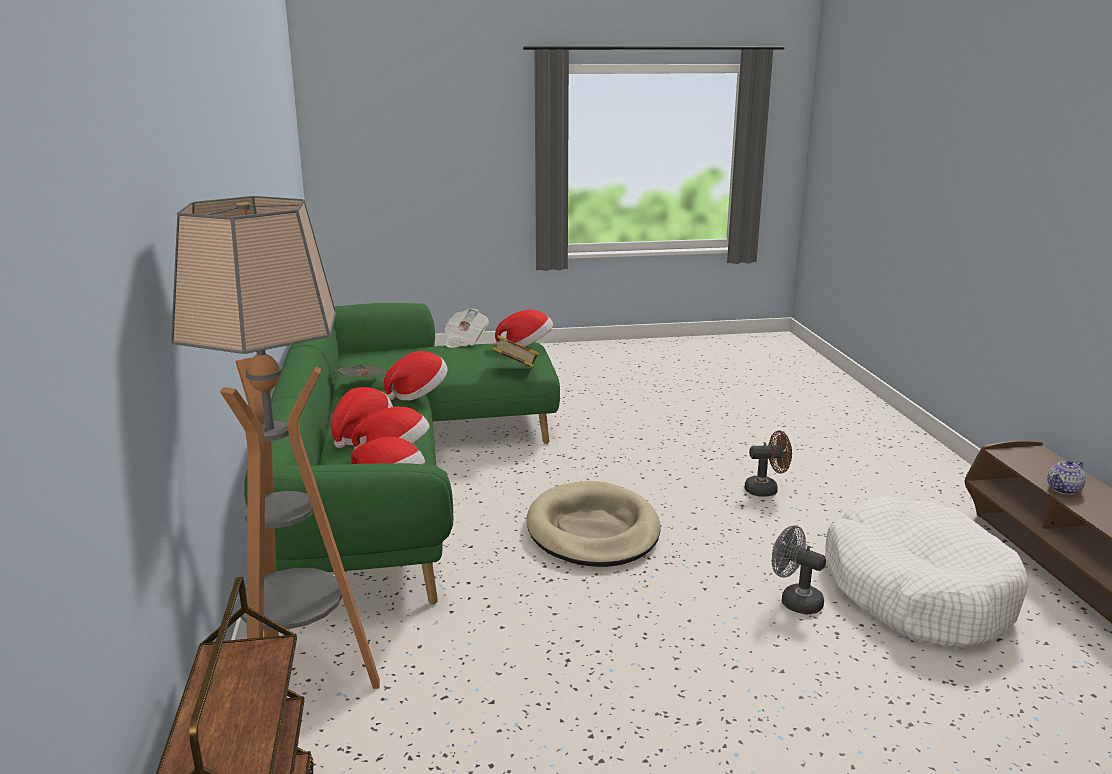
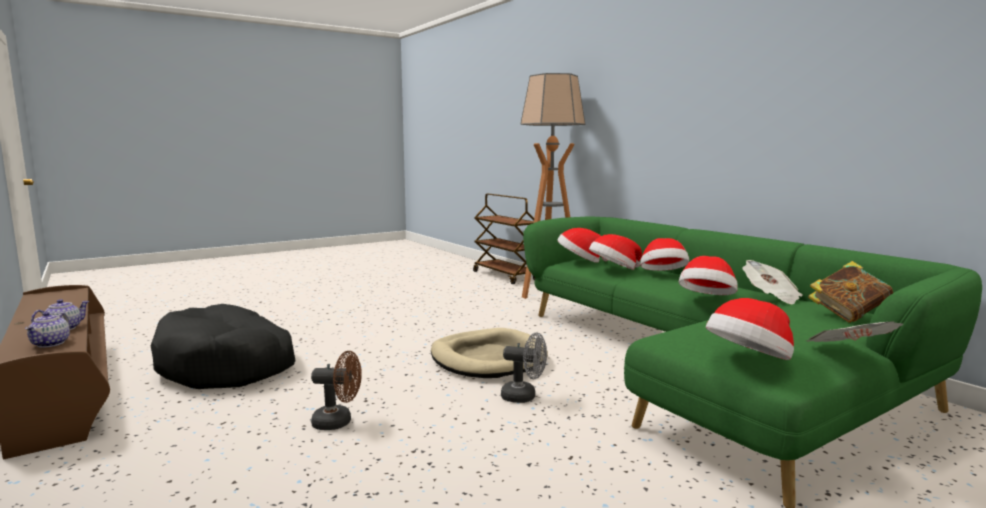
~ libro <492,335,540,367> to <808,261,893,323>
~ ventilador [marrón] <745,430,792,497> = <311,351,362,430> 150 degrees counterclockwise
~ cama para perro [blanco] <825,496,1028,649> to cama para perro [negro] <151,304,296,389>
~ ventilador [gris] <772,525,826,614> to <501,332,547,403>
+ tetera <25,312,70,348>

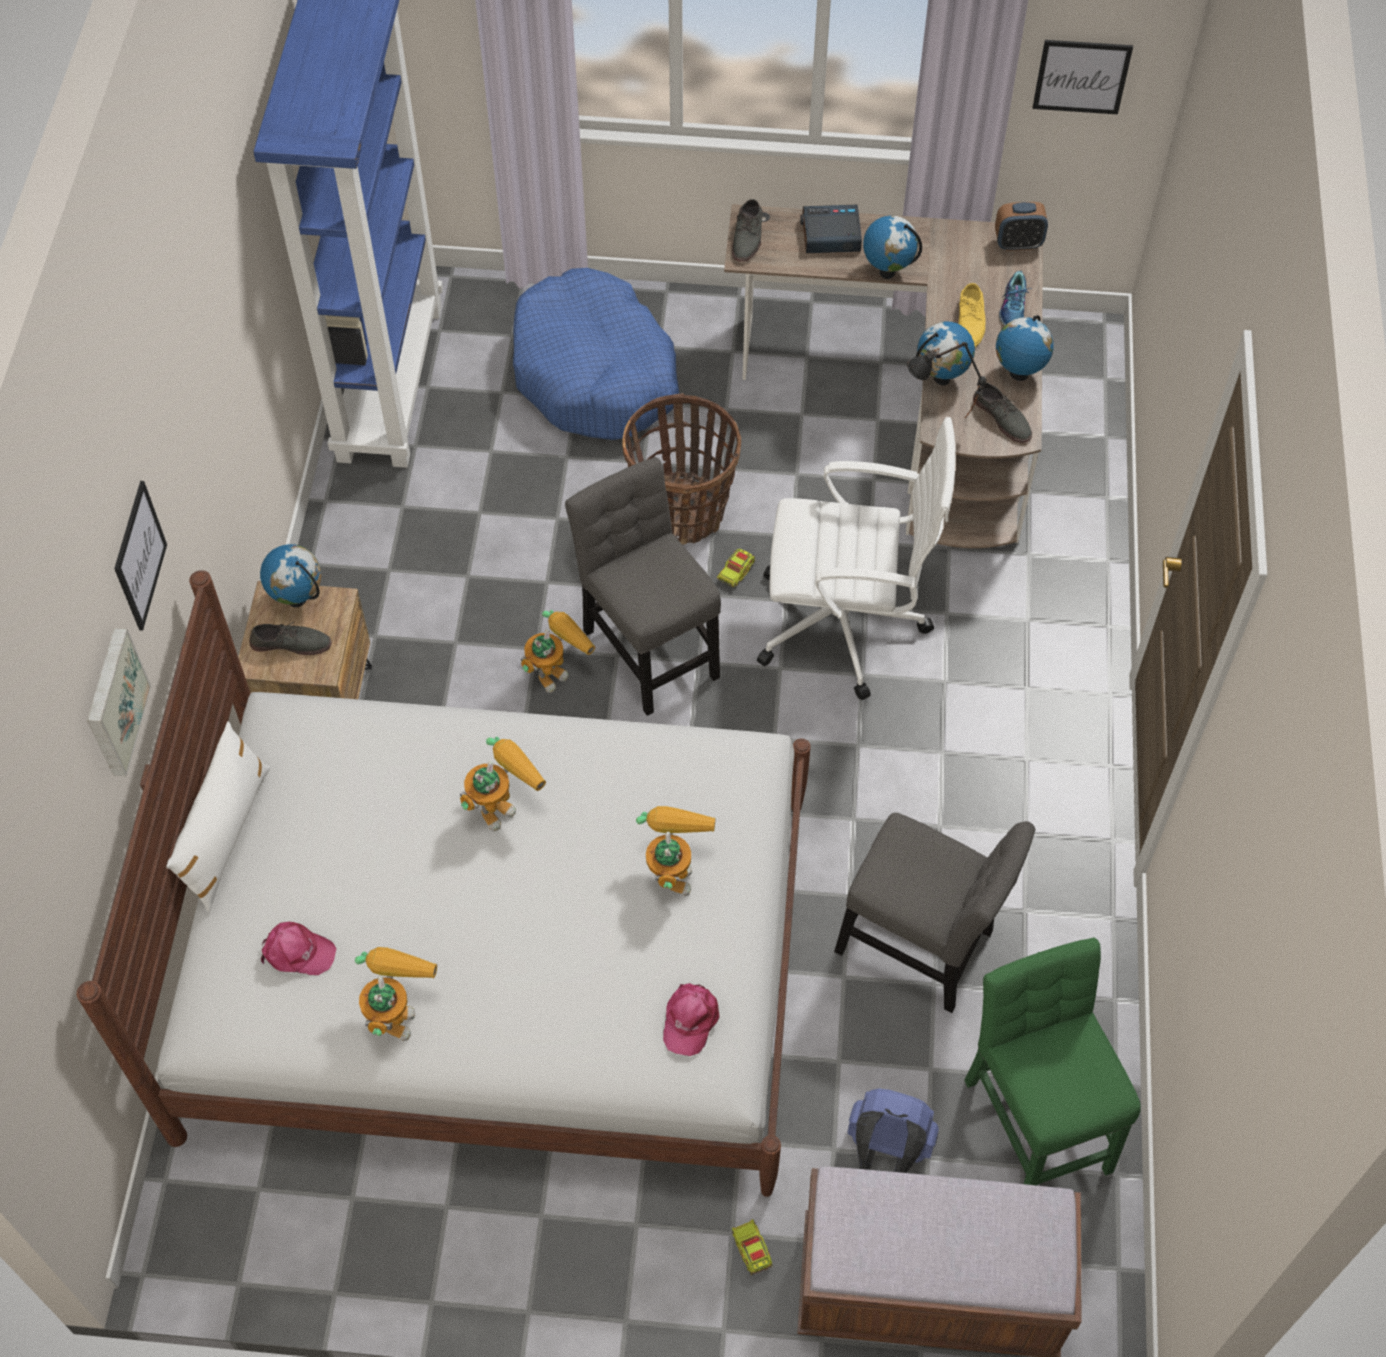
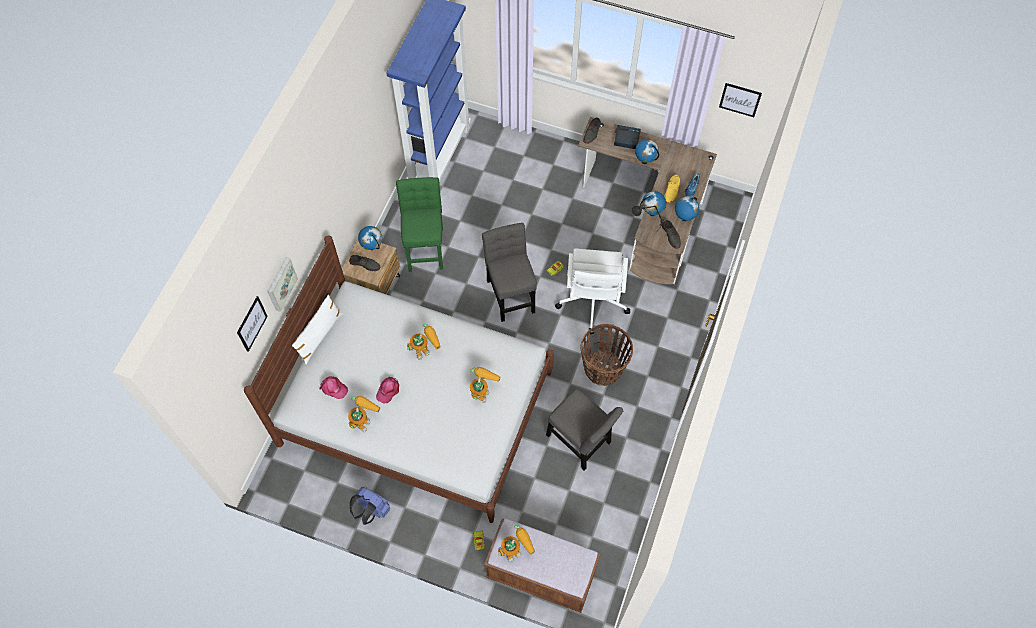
- despertador <995,202,1048,251>
- cama para perro [azul] <513,268,680,440>
~ cesta <622,393,741,545> to <580,324,633,386>
~ silla de oficina [blanco] <757,417,956,700> = <555,249,630,334> 75 degrees clockwise
~ cuadro <114,481,167,631> to <237,296,268,352>
~ robot de juguete <521,610,595,693> to <498,525,535,562>
~ silla [verde] <964,938,1141,1186> to <396,177,443,272>
~ gorra [rosa] <663,983,719,1056> to <376,377,399,403>
~ mochila [azul] <847,1088,939,1173> to <350,486,391,525>

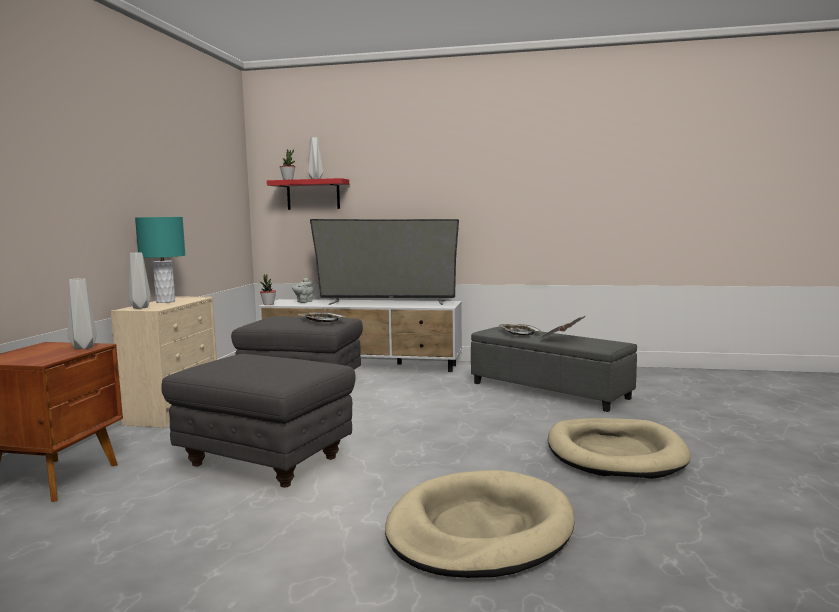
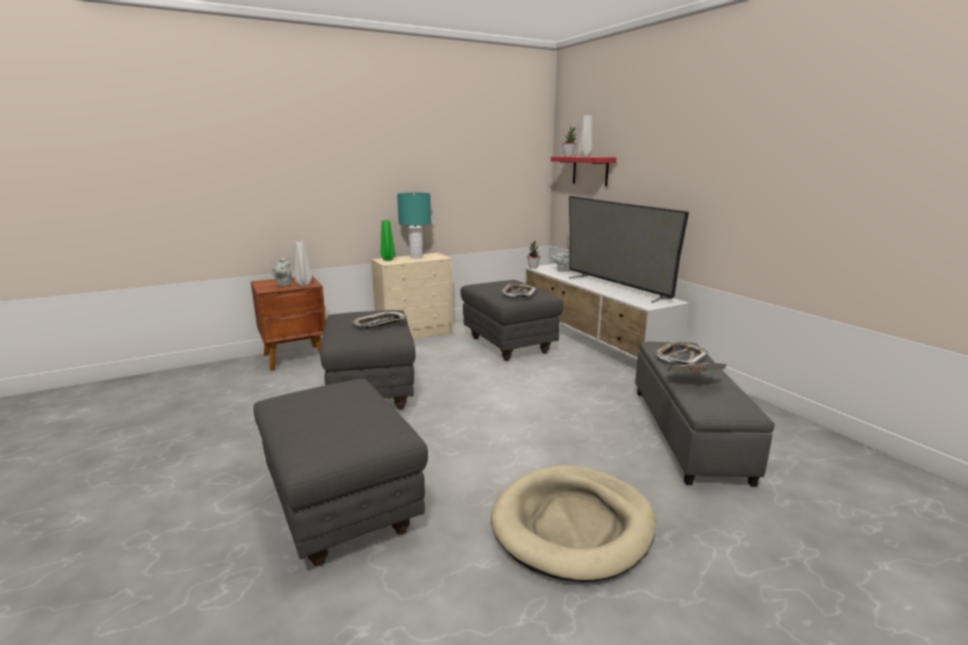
~ florero [gris] <129,252,151,309> to florero [verde] <381,220,395,261>
~ cama para perro [beis] <385,470,575,578> to puf [gris] <253,378,428,566>
+ tetera [gris] <272,257,292,286>
+ bandeja <351,311,407,328>

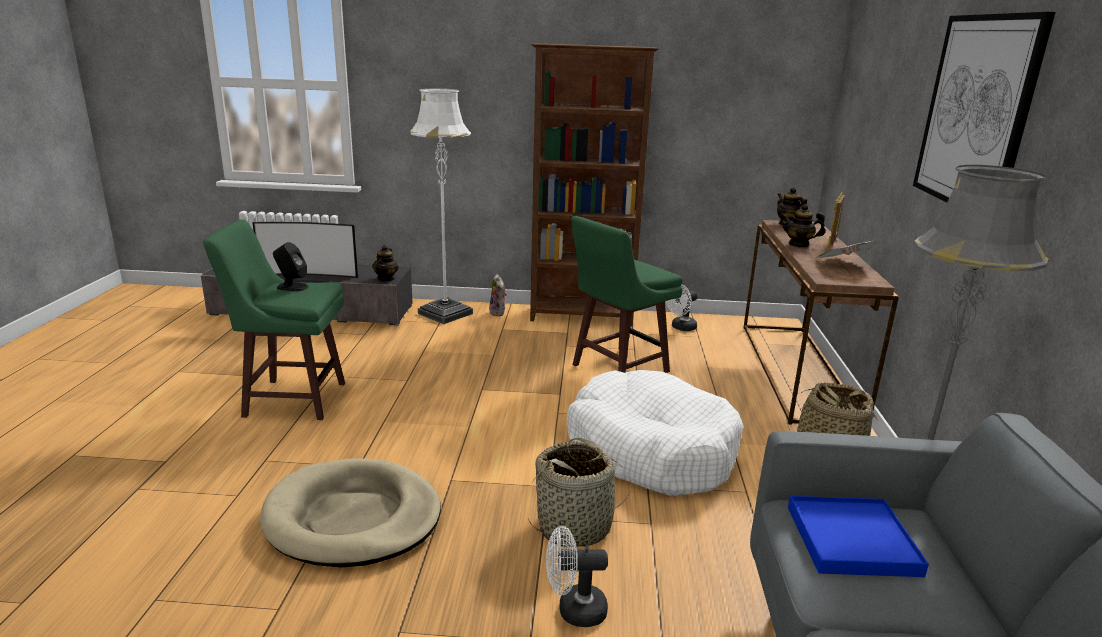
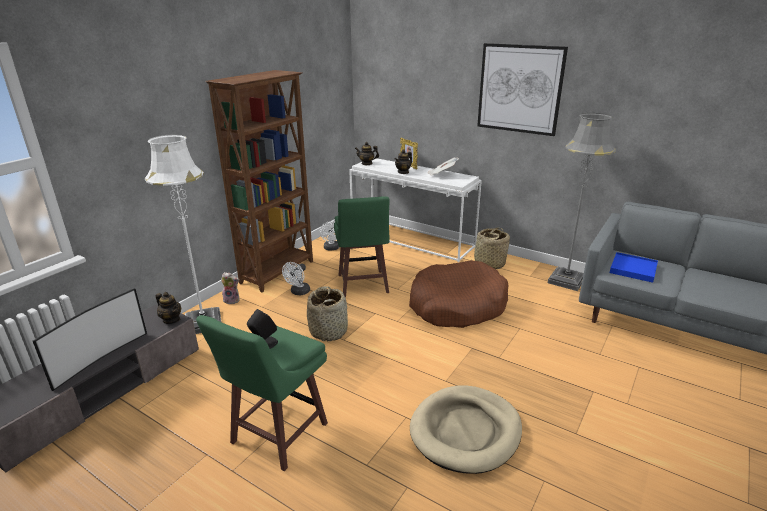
~ mesa consola [marrón] <743,220,899,425> to mesa consola [blanco] <349,158,482,262>
~ cama para perro [blanco] <567,370,743,496> to cama para perro [marrón] <409,261,509,328>
~ cesta <528,437,631,548> to <307,286,348,341>
~ ventilador [blanco] <546,526,608,627> to <282,262,310,295>

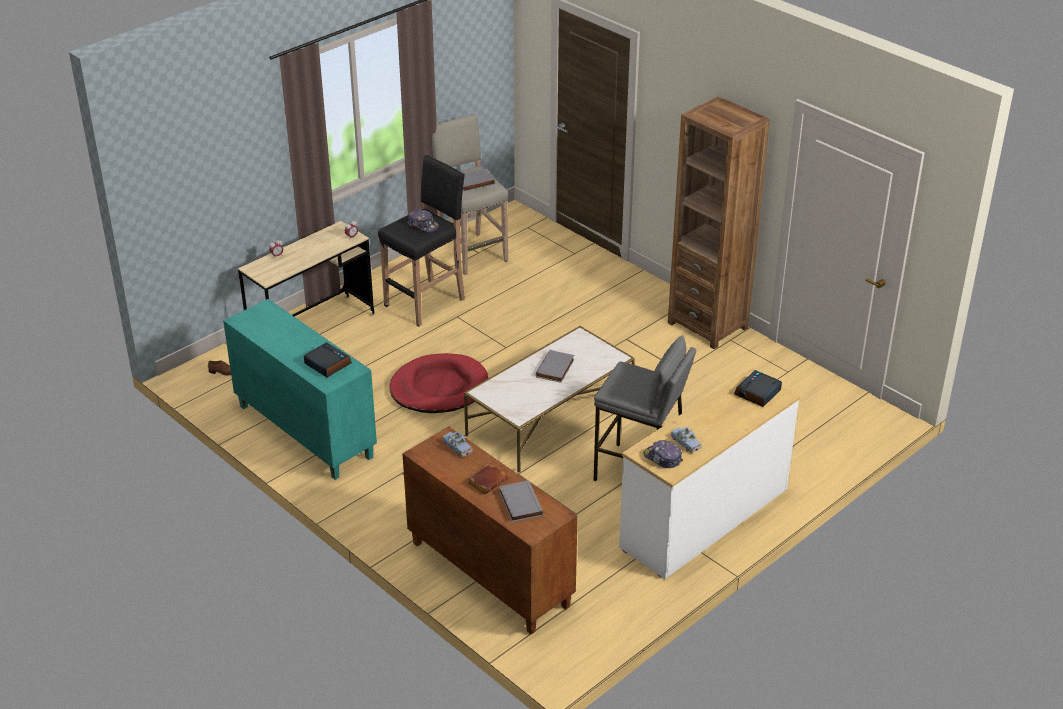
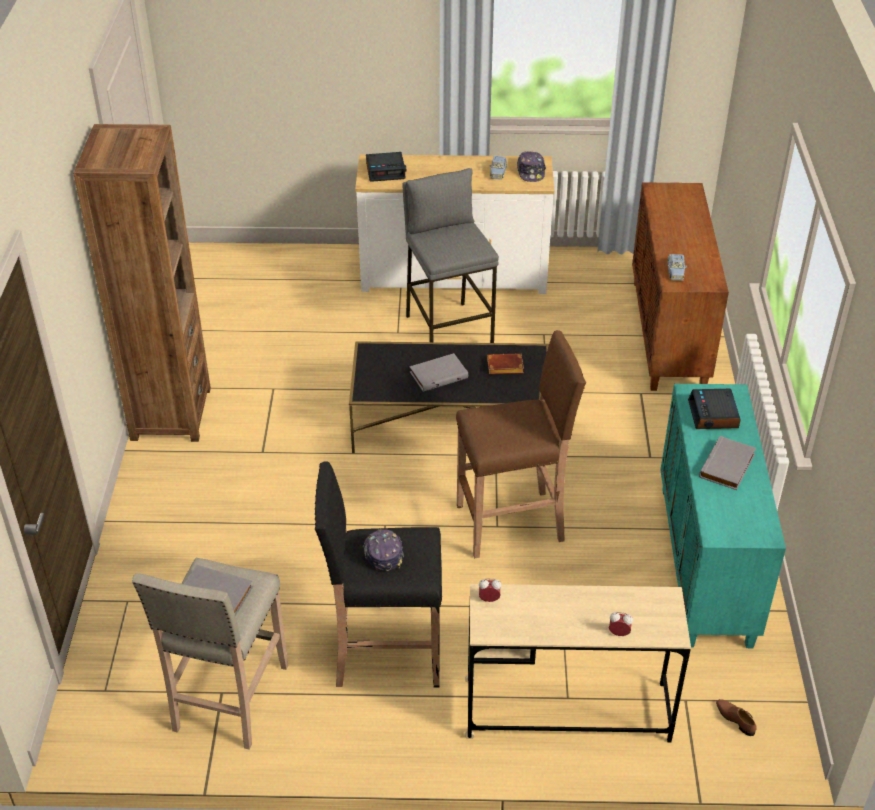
~ mesa de centro [blanco] <464,326,635,472> to mesa de centro [negro] <349,341,549,453>
~ cama para perro [rojo] <389,353,488,413> to taburete [marrón] <456,330,586,559>
~ libro [marrón] <468,463,508,494> to <487,353,524,374>
~ libro [gris] <499,480,543,522> to <699,436,756,490>

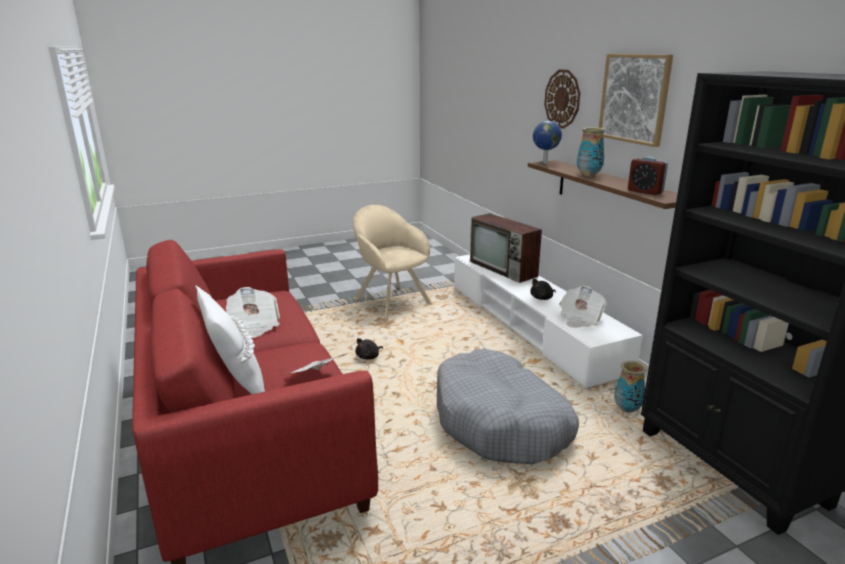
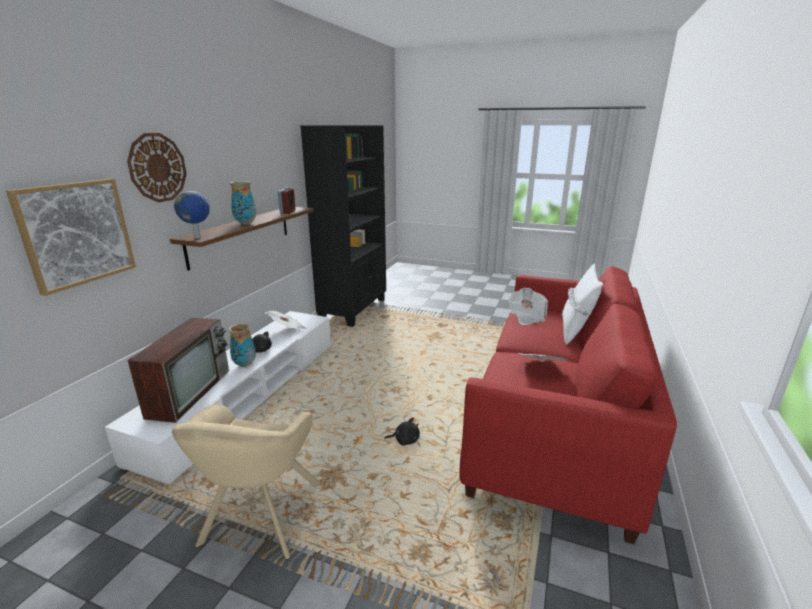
~ cuadro <599,54,673,147> to <6,179,136,296>
- cama para perro [gris] <437,349,579,464>
~ florero <614,360,647,413> to <228,323,256,367>

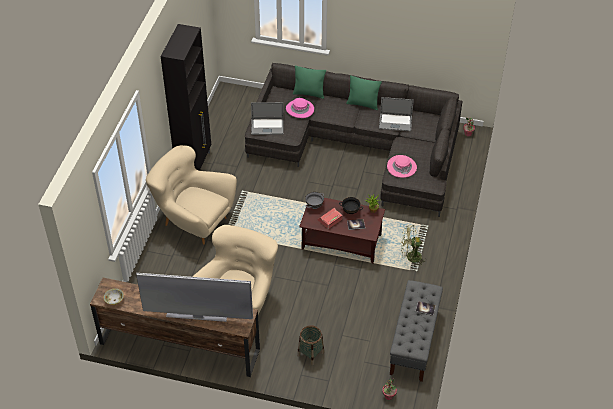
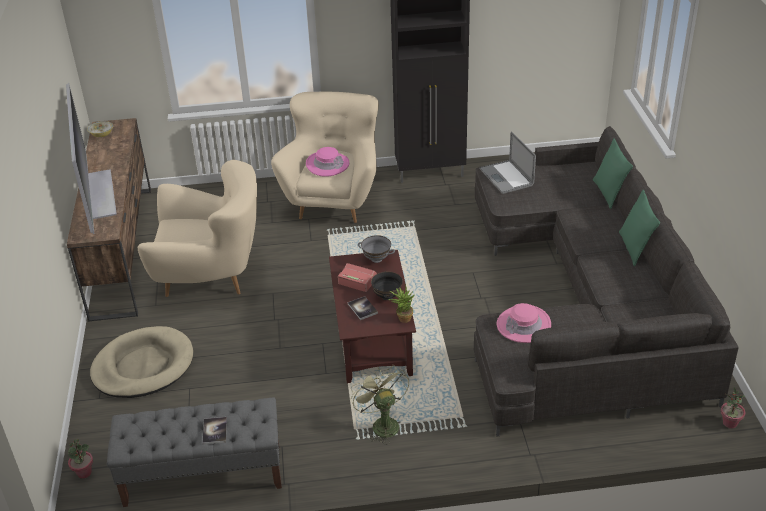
- portátil <379,97,414,131>
~ sombrero [rosa] <286,98,314,118> to <306,147,349,177>
~ cesta <297,325,324,366> to cama para perro [beis] <90,326,193,398>

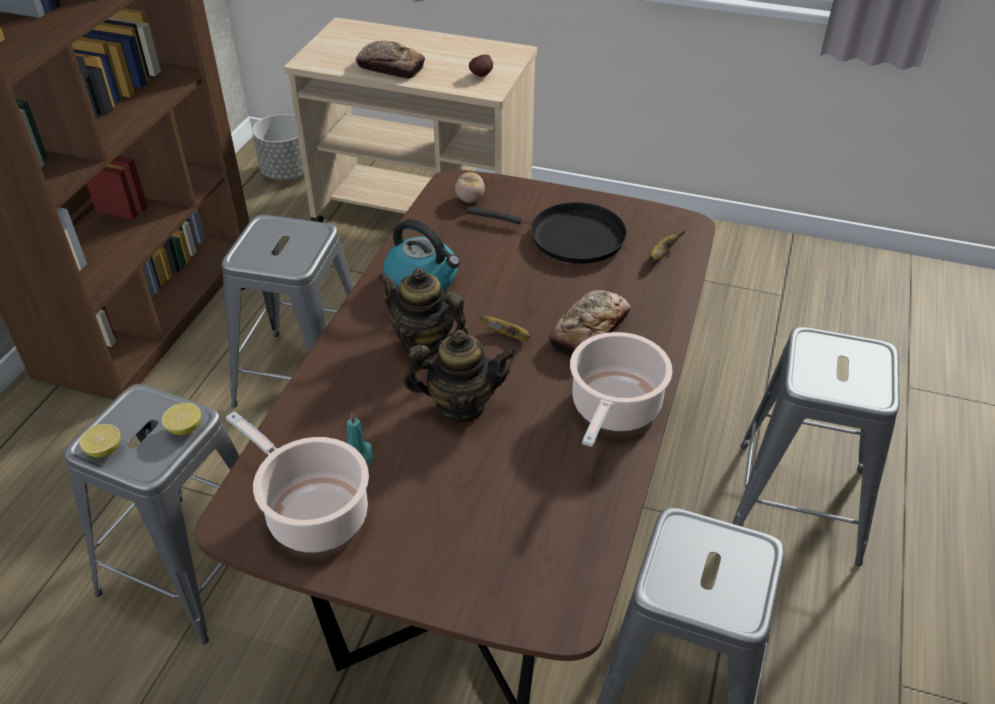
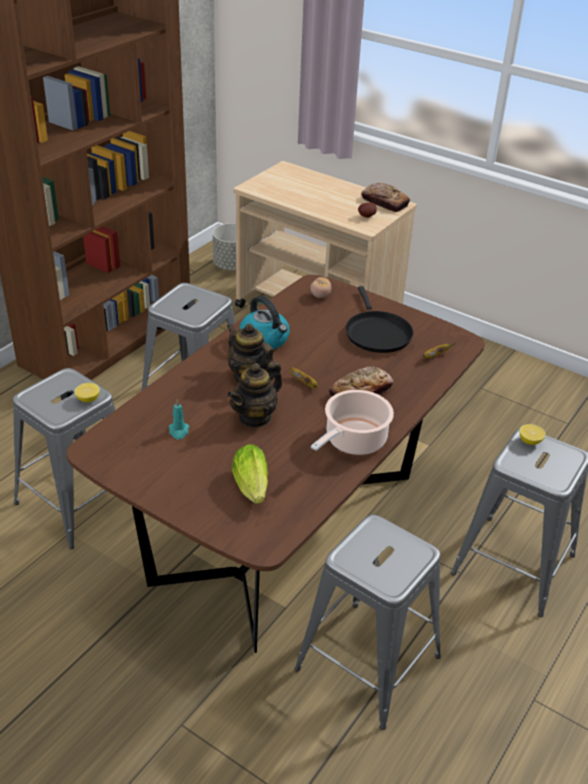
~ pan <356,41,425,79> to <361,183,410,212>
~ sartén [negro] <466,202,627,264> = <345,286,413,353> 45 degrees clockwise
~ tetera <403,330,516,422> = <227,361,282,428> 120 degrees clockwise
- olla <226,411,369,553>
~ limón <79,424,121,457> to <520,424,545,445>
+ lechuga <232,444,268,504>

